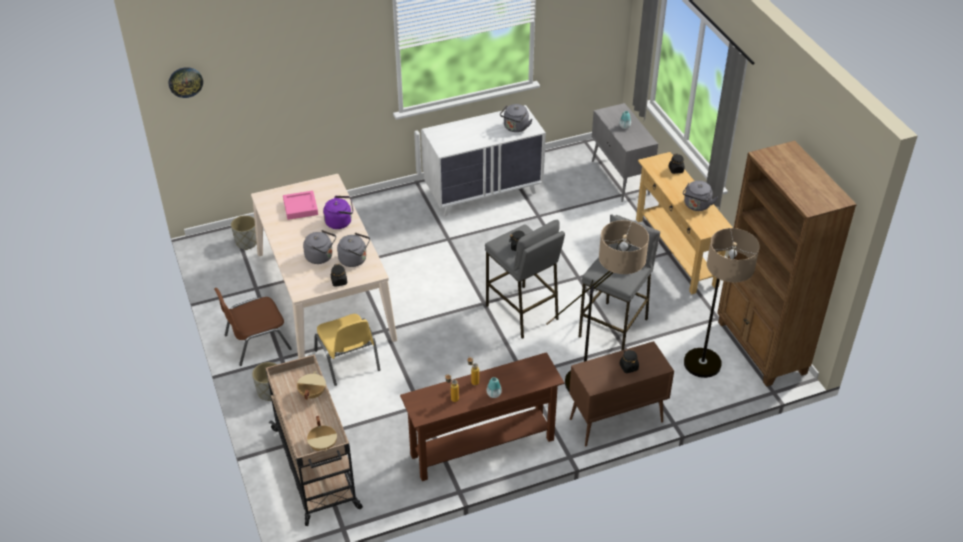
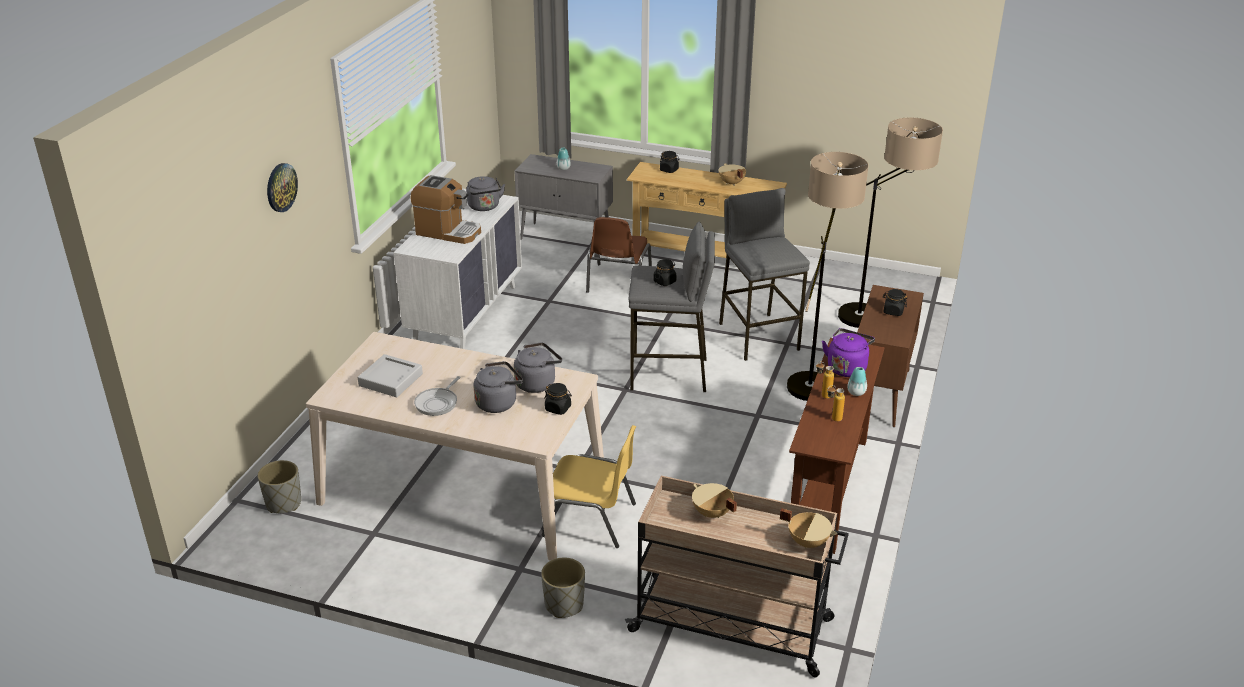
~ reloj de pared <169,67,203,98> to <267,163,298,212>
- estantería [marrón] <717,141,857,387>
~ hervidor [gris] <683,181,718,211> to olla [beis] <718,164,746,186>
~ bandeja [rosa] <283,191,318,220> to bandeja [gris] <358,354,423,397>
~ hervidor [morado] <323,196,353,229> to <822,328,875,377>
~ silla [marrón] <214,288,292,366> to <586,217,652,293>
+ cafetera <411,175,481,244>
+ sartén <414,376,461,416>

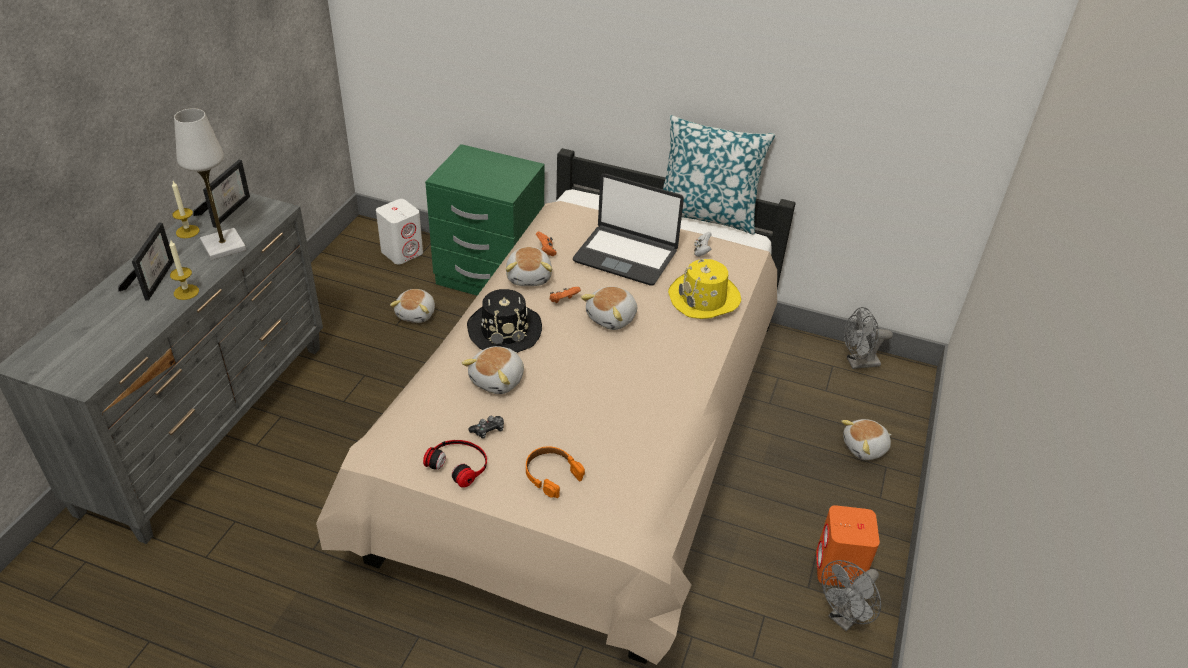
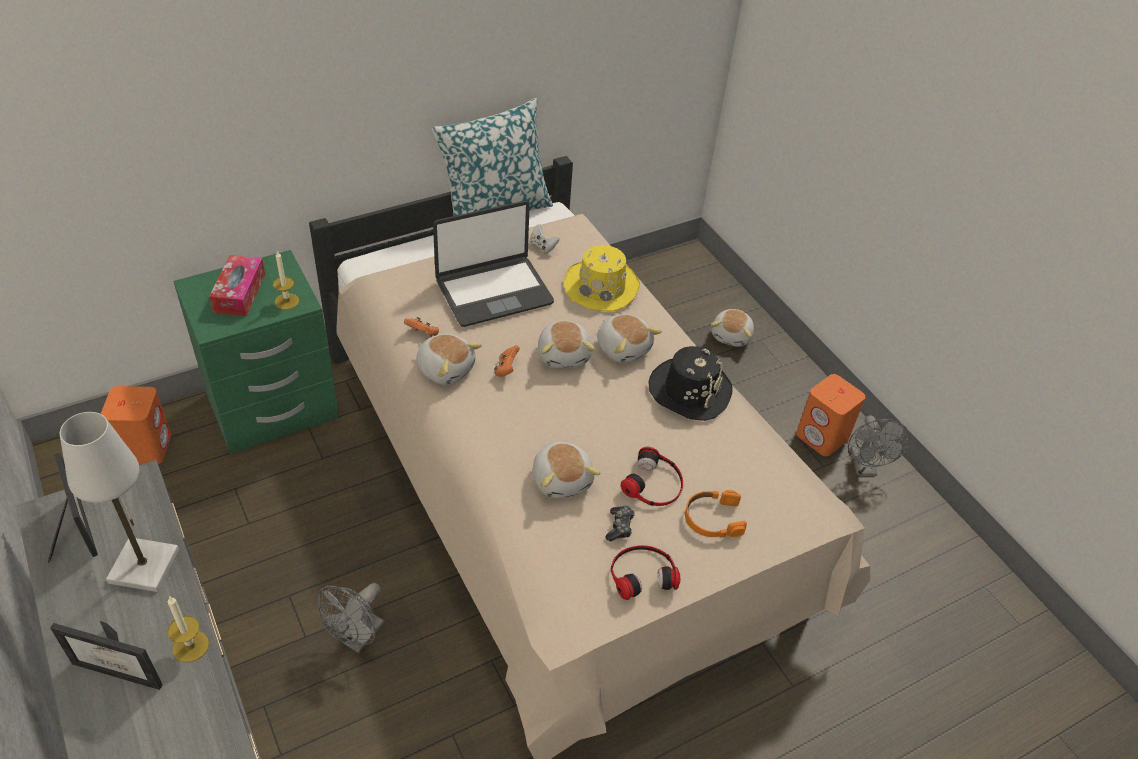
~ vela <172,181,200,238> to <273,251,299,310>
~ altavoz [blanco] <376,199,423,264> to altavoz [naranja] <101,386,171,465>
~ portarretratos <118,223,174,301> = <50,621,163,690> 150 degrees clockwise
~ peluche <390,289,435,323> to <597,314,662,363>
~ sombrero [negro] <467,289,542,353> to <648,346,733,421>
~ ventilador [gris] <844,307,893,369> to <318,583,384,653>
+ caja de pañuelos <209,255,265,316>
+ auriculares <621,447,683,506>

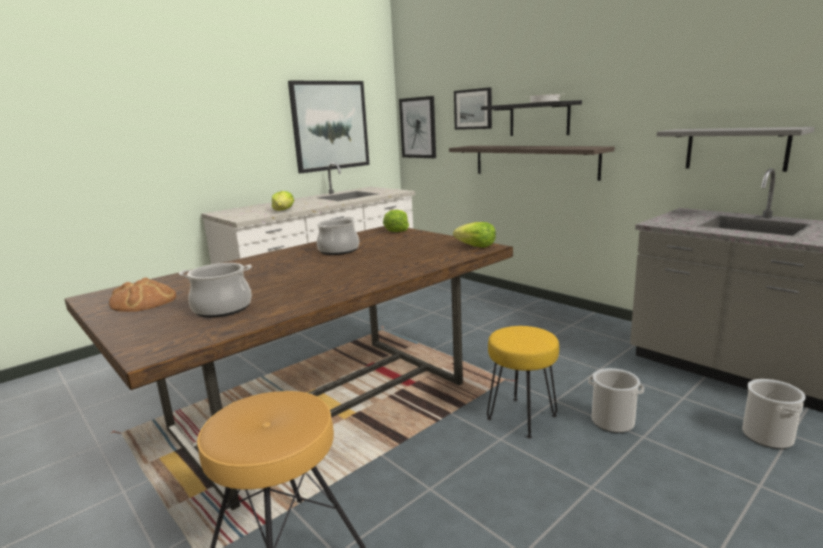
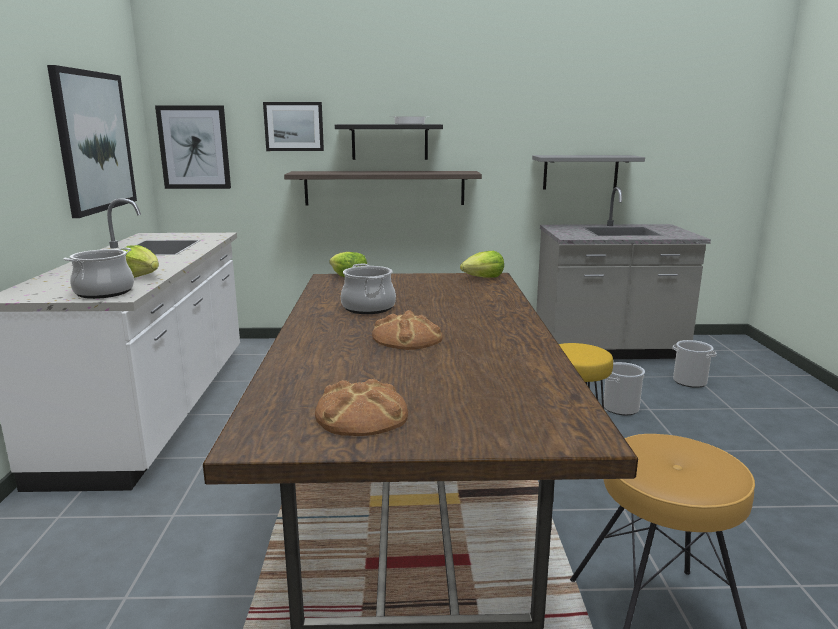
~ olla <179,263,252,318> to <63,248,134,299>
+ pan <372,310,443,350>

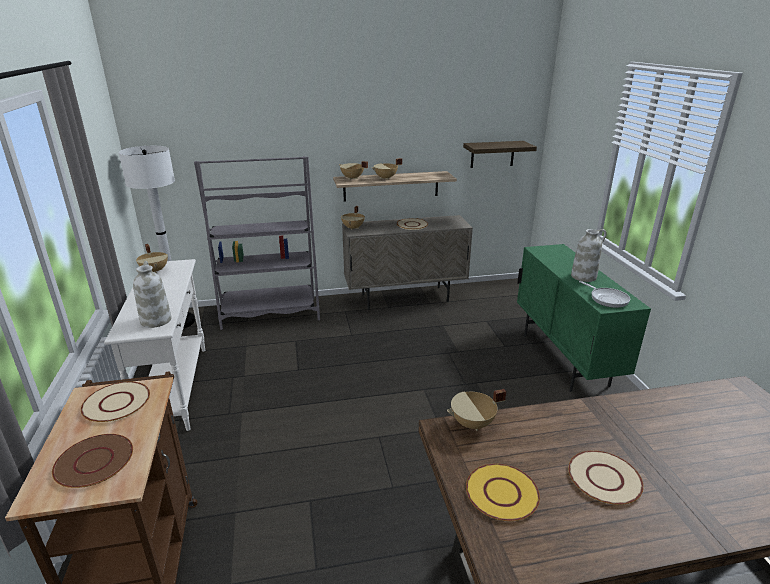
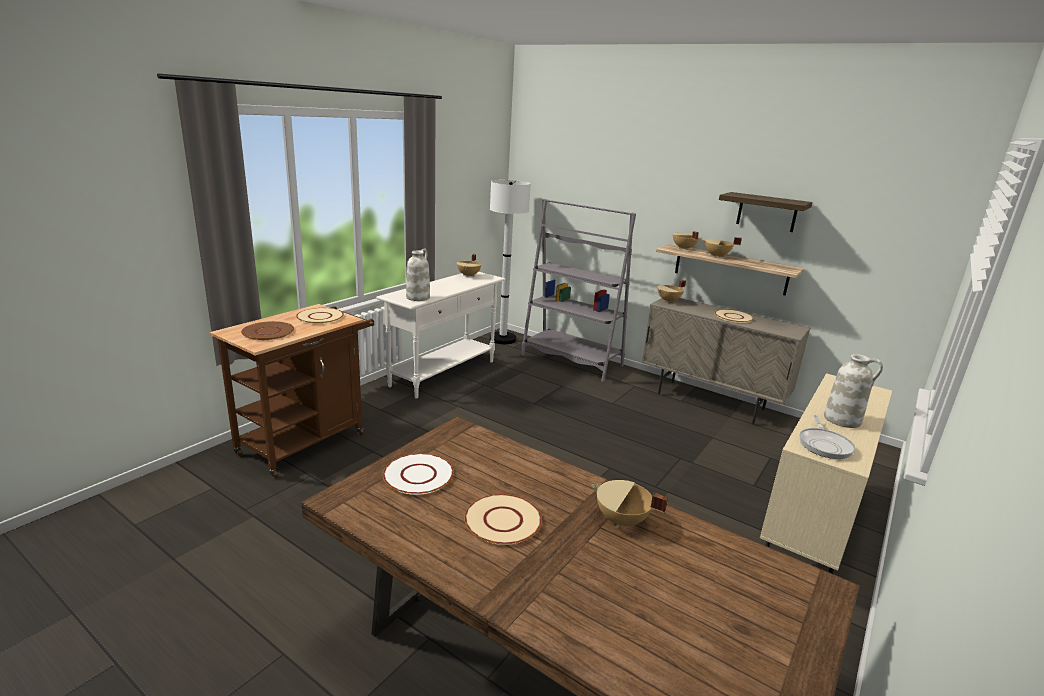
~ estante <463,141,537,168> to <719,192,813,232>
~ armario [verde] <517,244,651,392> to armario [beis] <760,373,892,574>
~ olla [beis] <447,389,506,431> to <592,480,668,528>
~ plato [amarillo] <466,464,540,521> to plato [blanco] <383,453,454,495>

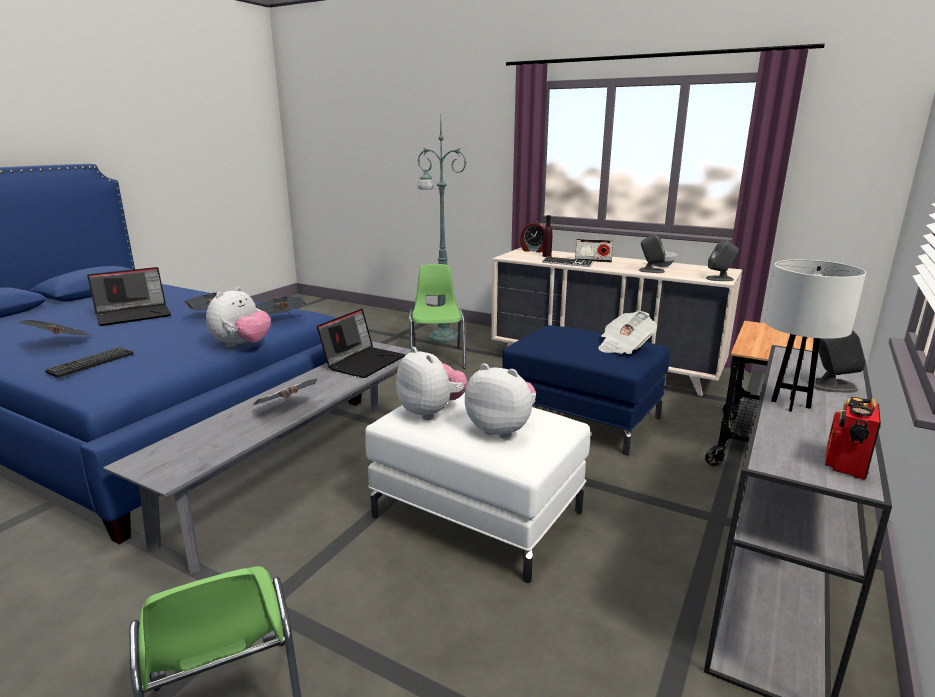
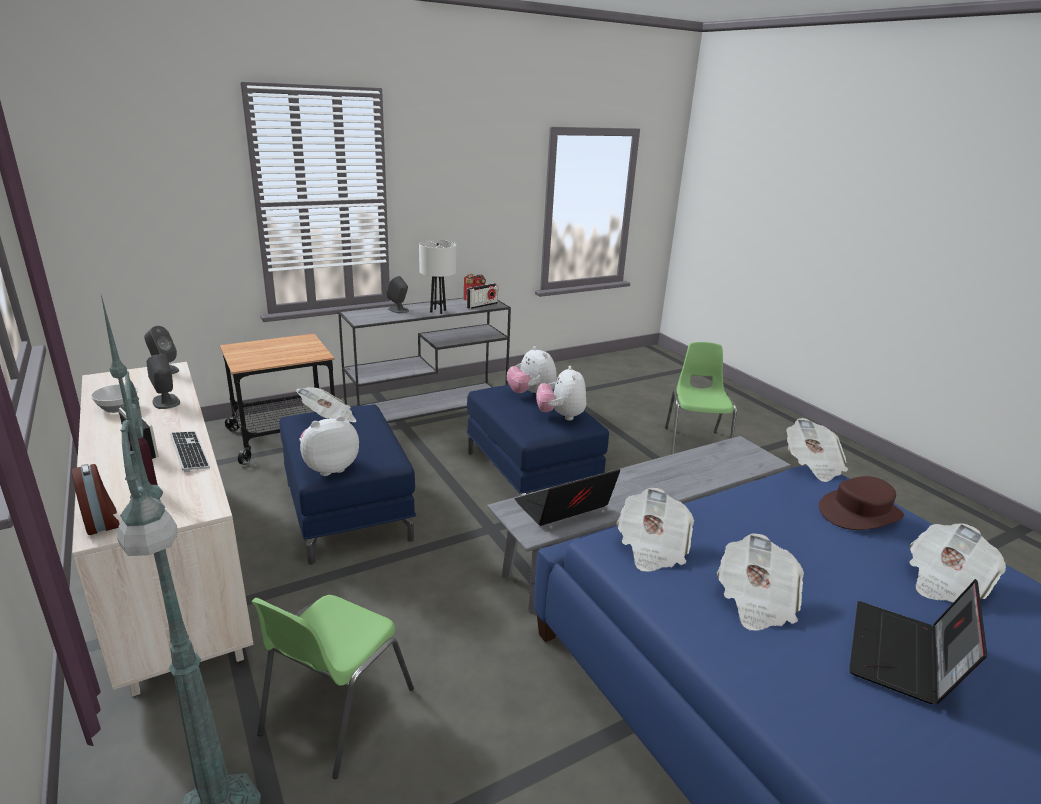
~ portátil <87,267,171,326> = <849,579,987,704> 60 degrees counterclockwise
~ peluche <206,286,271,347> to <299,416,359,476>
~ teclado <45,347,133,378> to sombrero [marrón] <819,476,904,530>
~ periódico <253,379,318,405> to <786,418,848,482>
~ puf [blanco] <365,393,590,583> to puf [azul] <466,385,609,496>
+ radio <467,283,498,309>

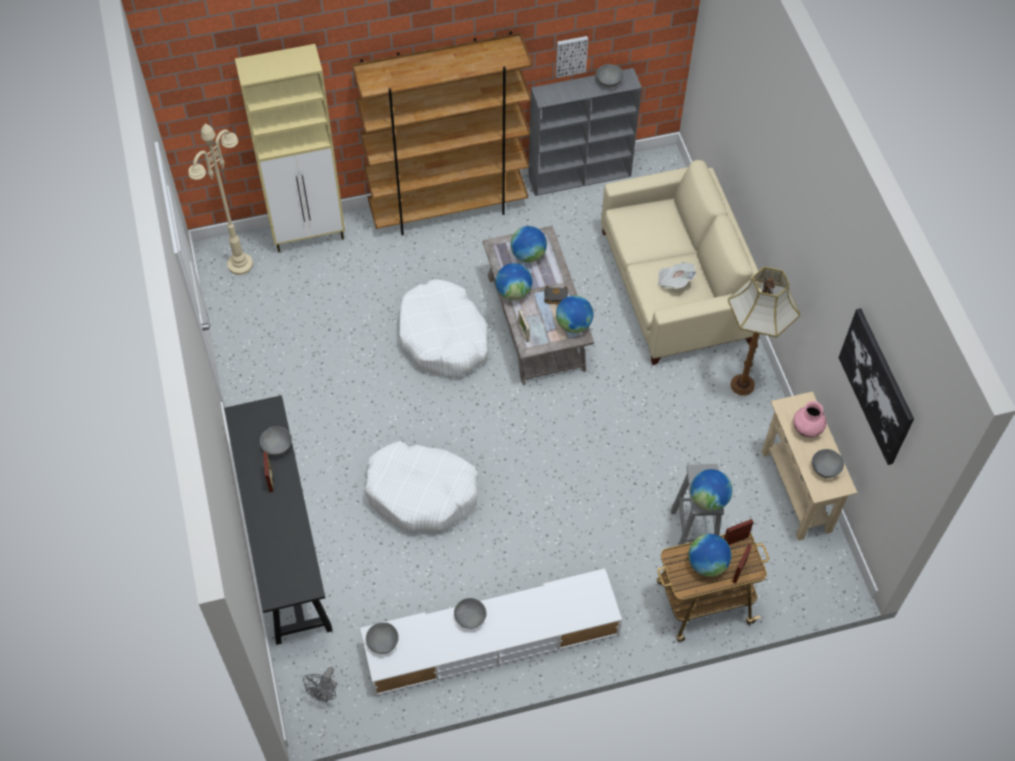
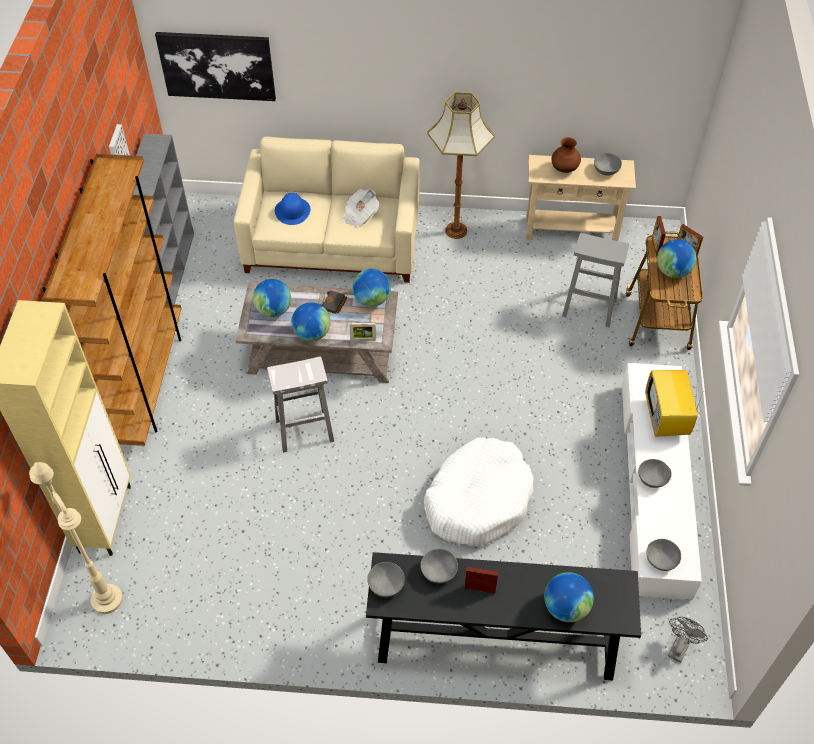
~ cuenco [gris] <596,64,624,88> to <367,562,405,597>
~ cama para perro [blanco] <399,279,489,378> to taburete [blanco] <267,357,334,453>
~ cuadro <838,308,914,465> to <155,32,276,101>
~ florero [rosa] <793,401,827,438> to florero [marrón] <552,137,581,173>
~ globo terráqueo <690,469,733,511> to <544,572,594,622>
~ ventilador [gris] <303,667,338,702> = <668,617,708,663> 105 degrees counterclockwise
+ sombrero [azul] <275,193,311,225>
+ televisor <645,370,703,437>

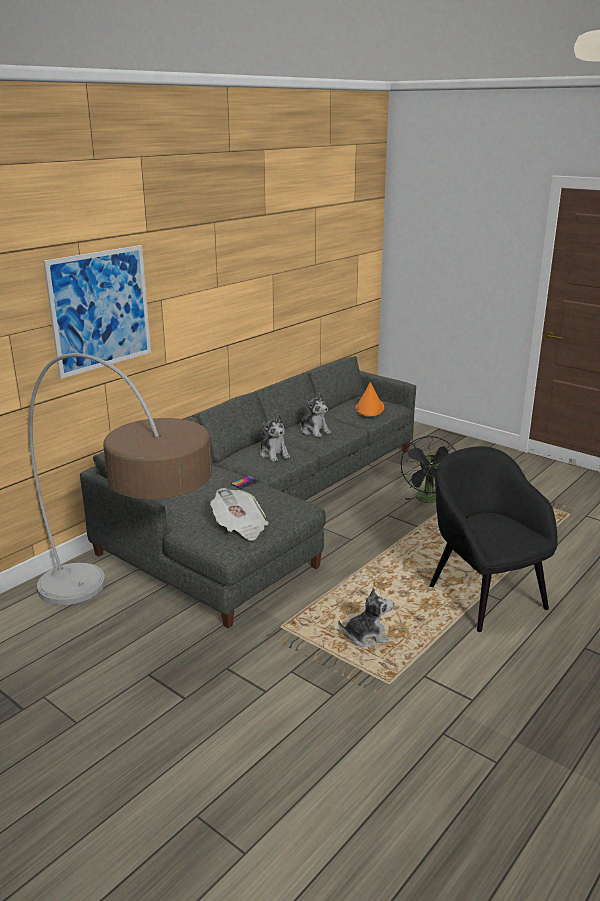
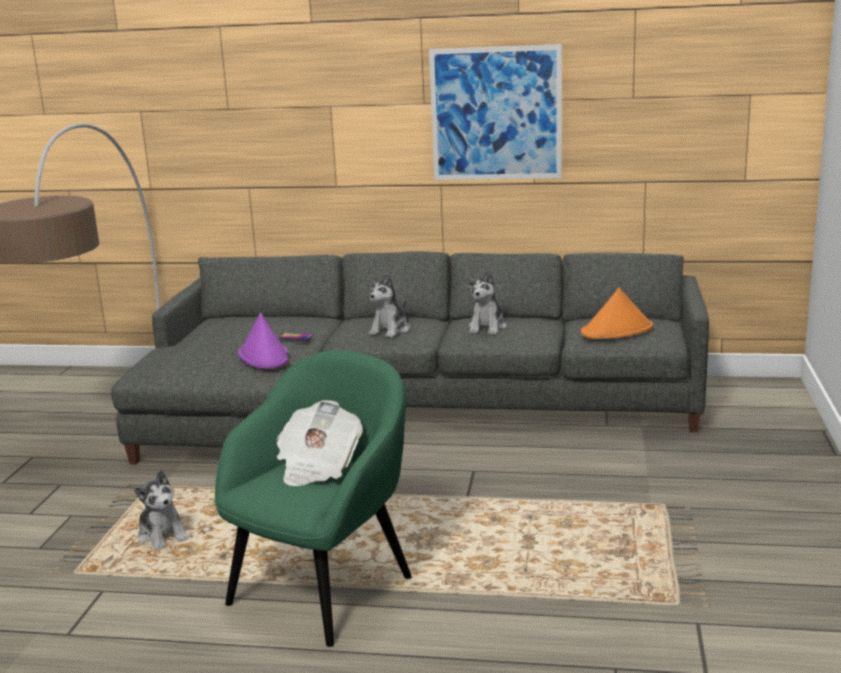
~ cuadro <43,245,151,379> to <429,44,562,180>
- ventilador [negro] <401,436,456,503>
~ sillón [negro] <429,446,557,632> to sillón [verde] <215,350,412,647>
~ periódico <210,488,269,541> to <276,400,363,486>
+ sombrero [morado] <238,313,288,369>

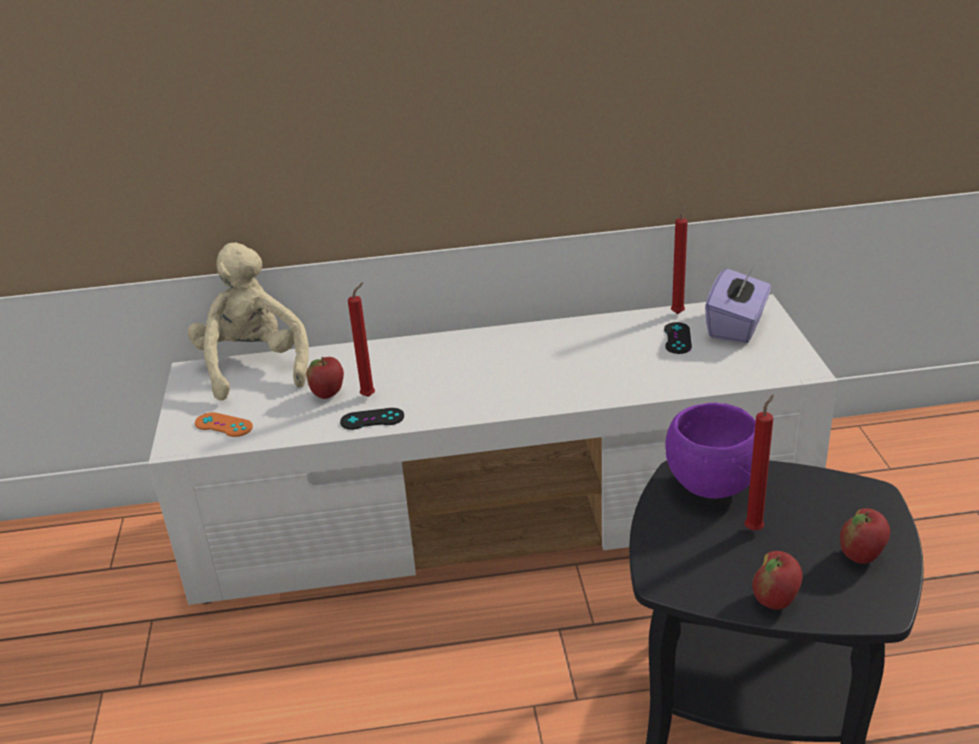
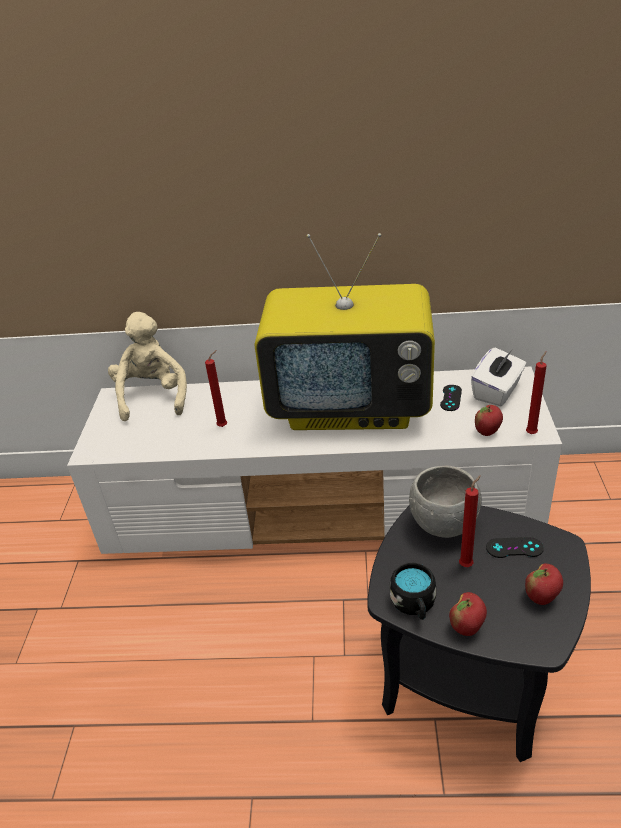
~ vela [rojo] <671,205,688,314> to <526,351,547,434>
~ caja de pañuelos [morado] <705,267,771,343> to caja de pañuelos [blanco] <471,347,526,406>
~ manzana <307,357,344,399> to <475,405,503,436>
~ cuenco [morado] <665,403,756,499> to cuenco [gris] <409,466,482,538>
~ mando de consola [negro] <340,408,404,430> to <486,537,544,558>
- mando de consola [naranja] <195,412,253,437>
+ televisor <255,233,435,430>
+ taza grande [negro] <390,563,436,620>

